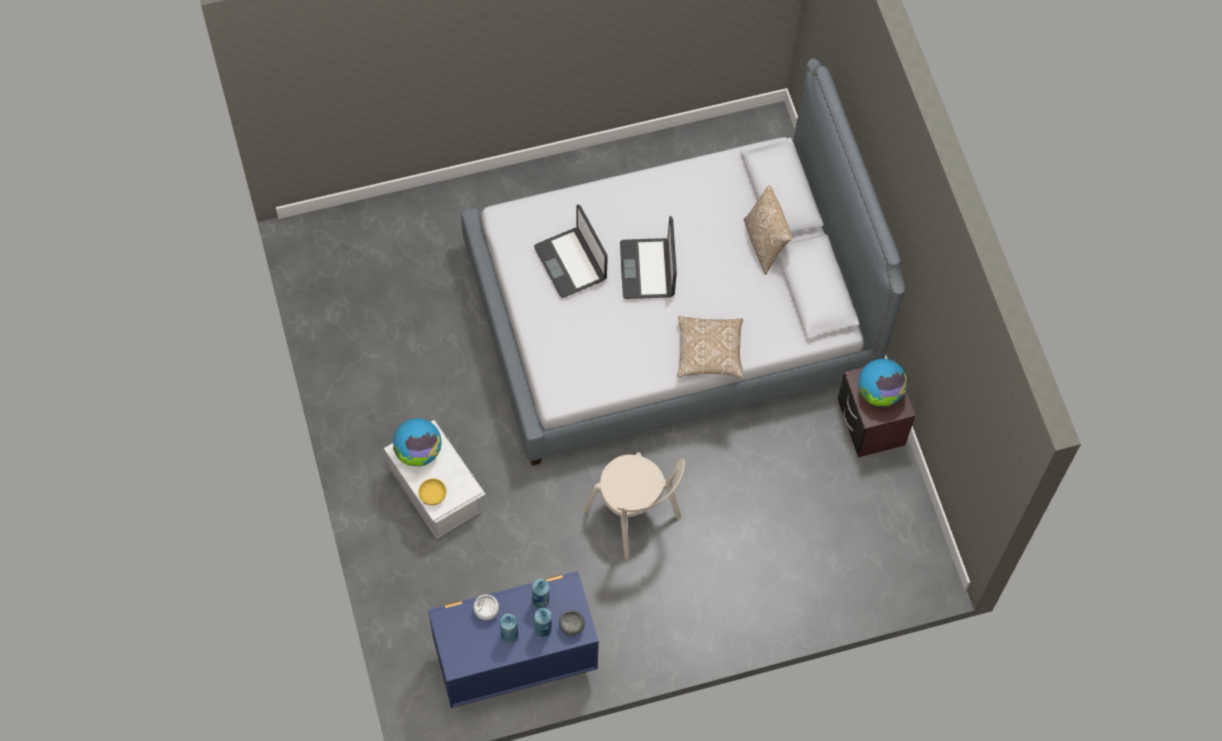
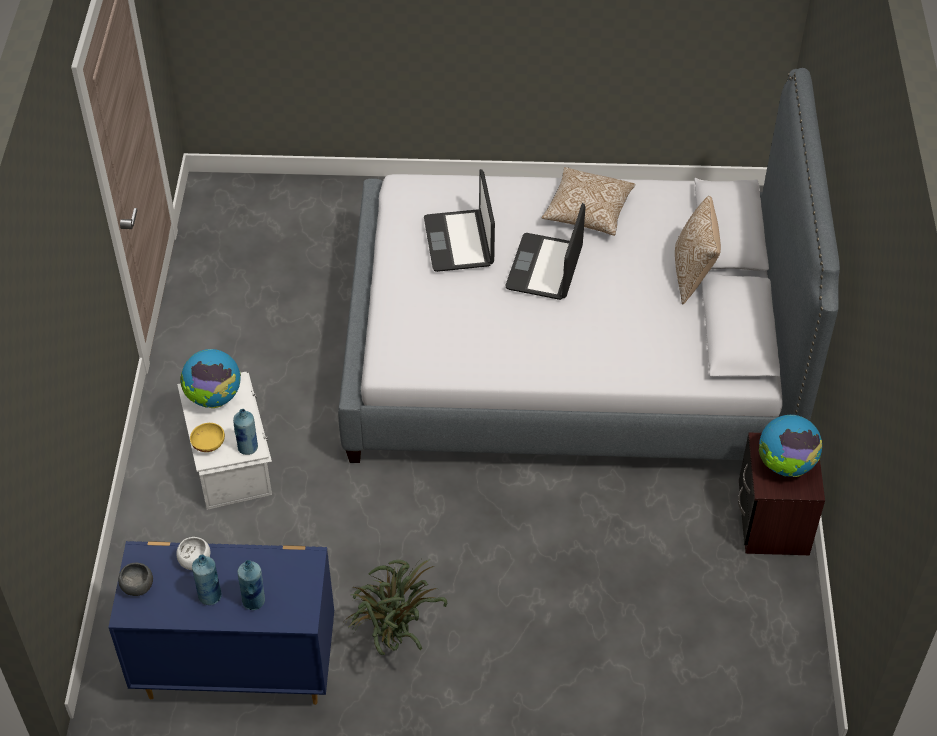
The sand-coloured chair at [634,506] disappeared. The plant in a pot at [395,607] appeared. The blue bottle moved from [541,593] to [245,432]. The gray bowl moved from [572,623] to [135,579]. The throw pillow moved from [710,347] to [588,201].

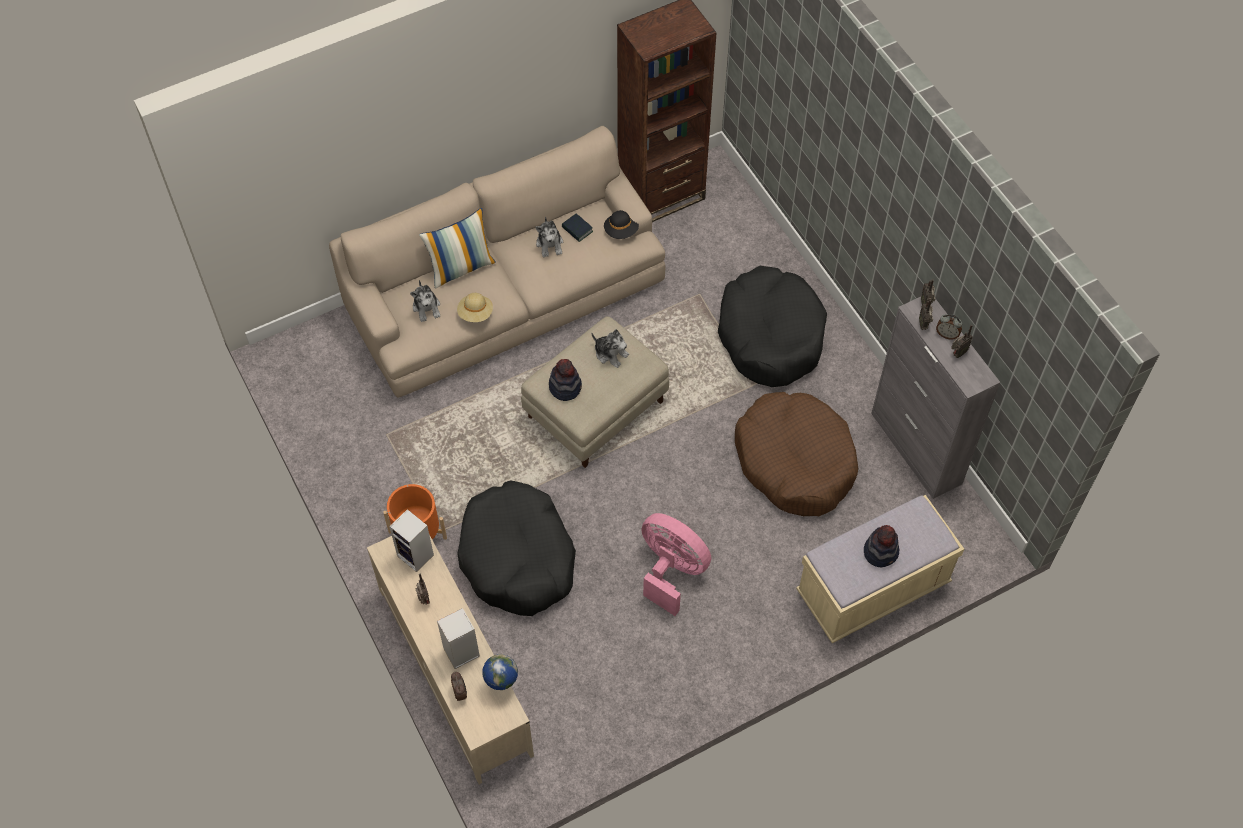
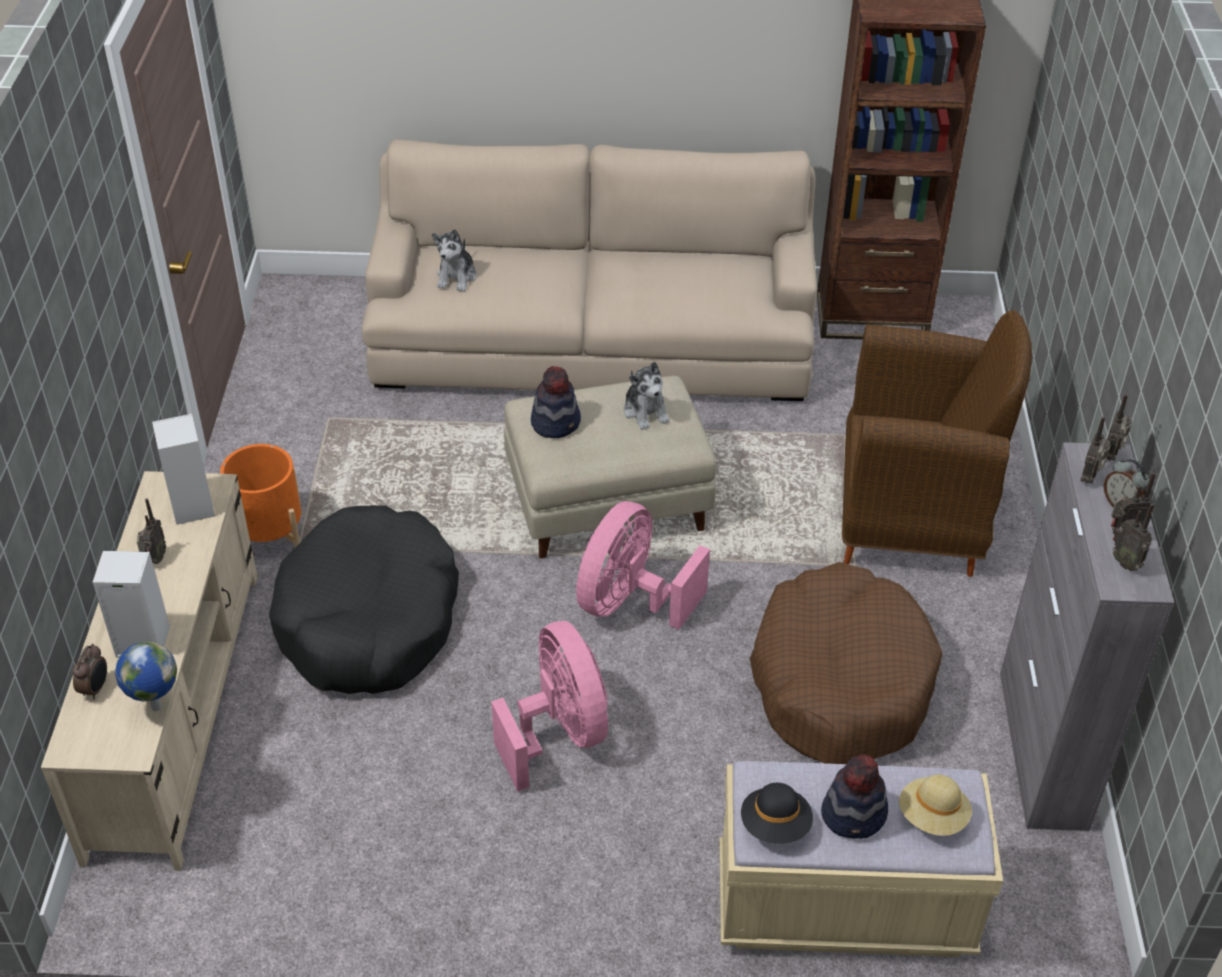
The throw pillow at [457,248] disappeared. The soft toy at [549,236] disappeared. The book at [577,228] disappeared. The pinkish electric fan at [643,565] appeared. The radio set at [1133,537] appeared. The sand-coloured hat moved from [475,307] to [935,805]. The black-coloured hat moved from [621,224] to [777,813]. The black-coloured dog bed at [772,326] was replaced by the brown-coloured armchair at [937,443].

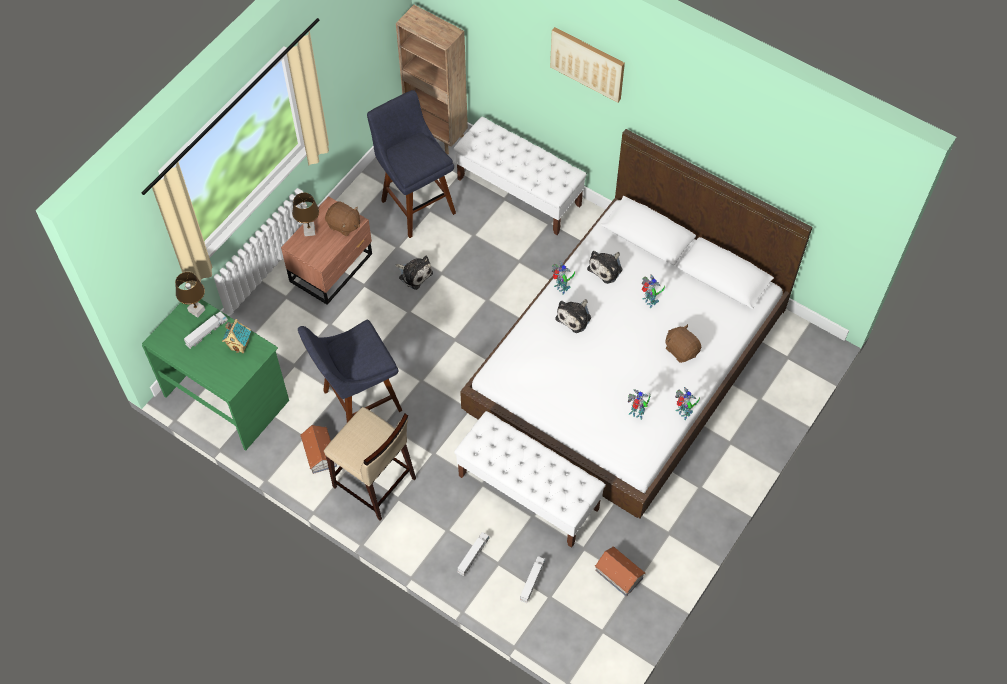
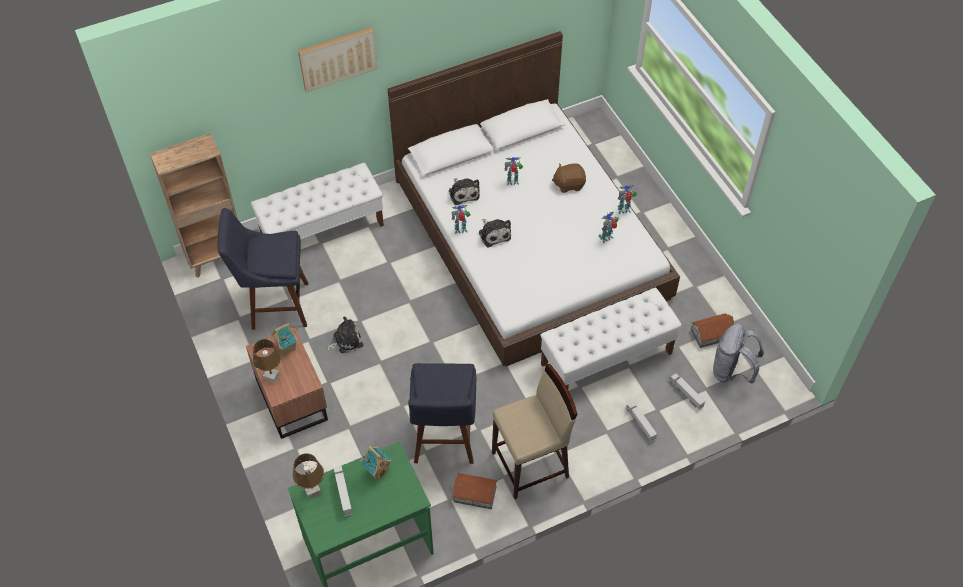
The gray knapsack at [738,353] appeared. The brown-coloured soft toy at [342,218] was replaced by the miniature house at [284,339].

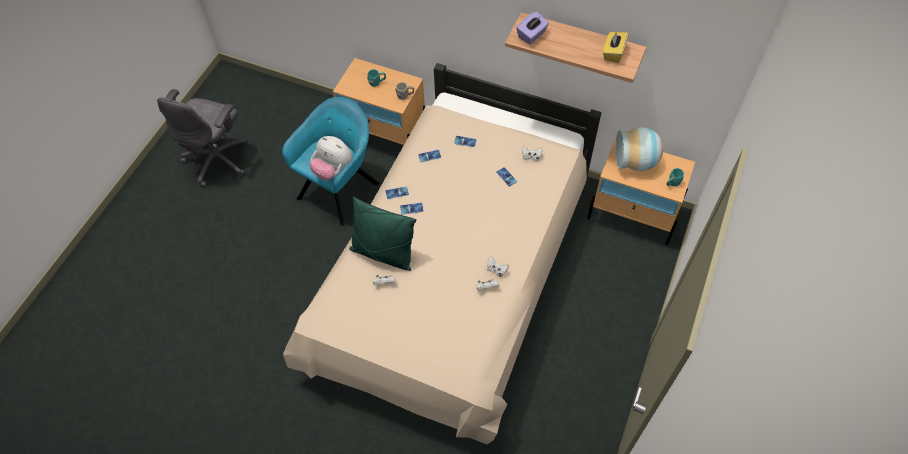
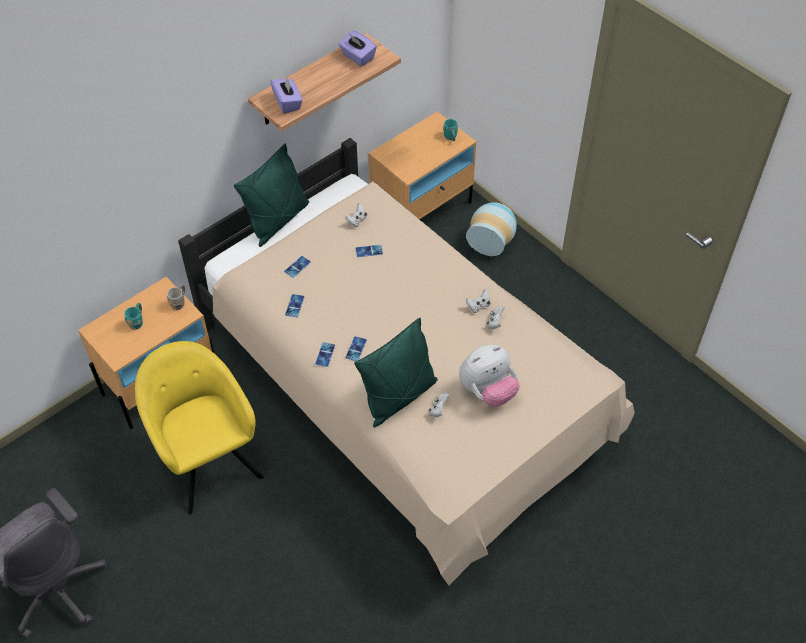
The green-coloured throw pillow at [271,195] appeared. The soft toy moved from [331,158] to [489,376]. The flower vase moved from [639,149] to [491,229]. The blue-green armchair at [331,161] became the yellowish armchair at [199,428]. The yellowish tissue box at [616,47] became the purple-coloured tissue box at [358,48].

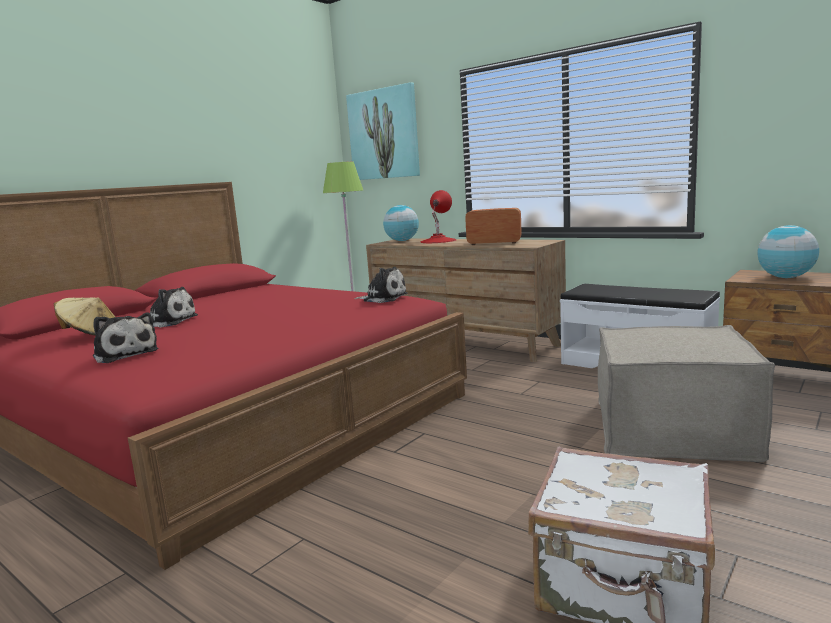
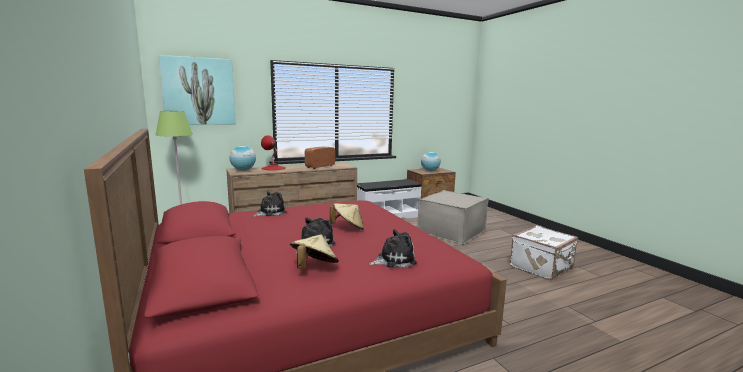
The sand-coloured hat at [347,216] appeared. The soft toy moved from [381,285] to [269,204].

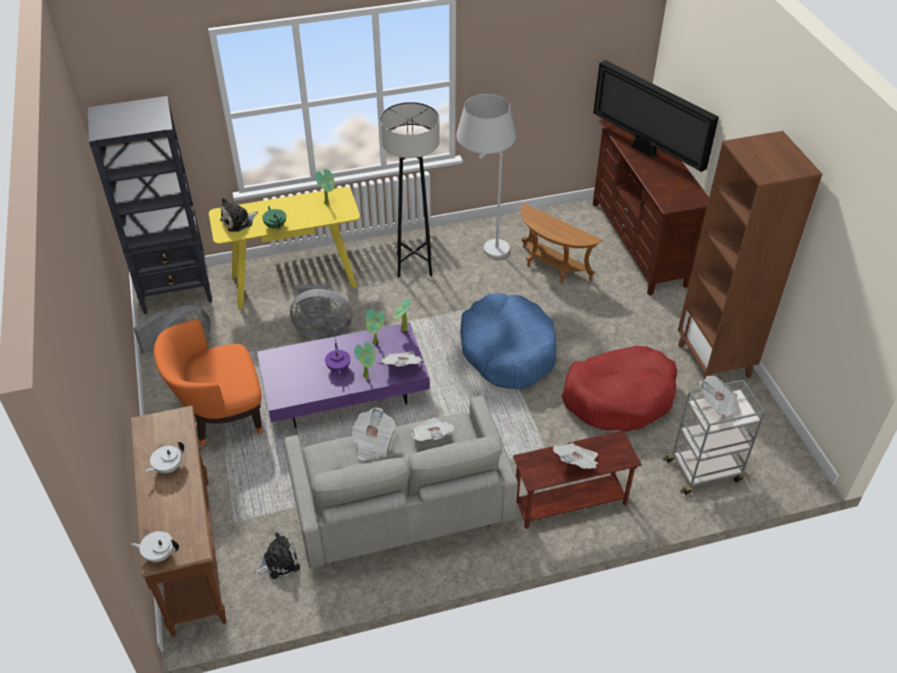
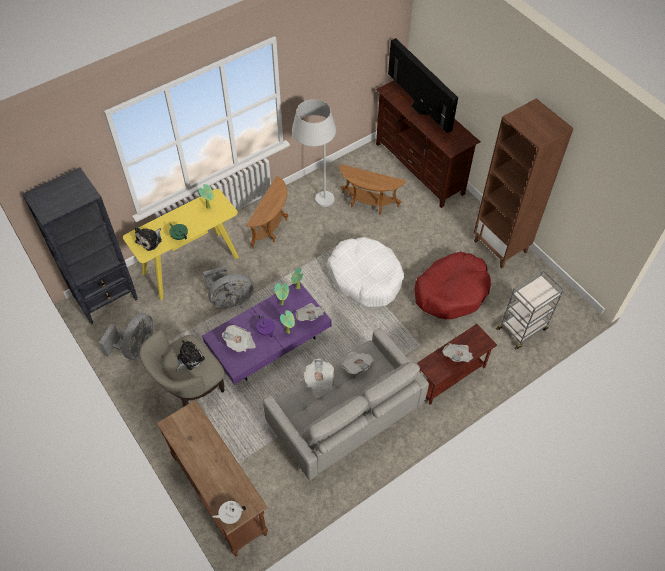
The whitish teapot at [164,457] disappeared. The soft toy moved from [277,555] to [190,356]. The daily paper moved from [721,396] to [239,338]. The gray floor lamp at [410,190] was replaced by the brown-coloured end table at [267,212]. The orange armchair at [208,382] became the sand-coloured armchair at [182,368]. The blue dog bed at [508,341] became the whitish dog bed at [365,272]. The television at [656,116] turned 150 degrees counterclockwise.

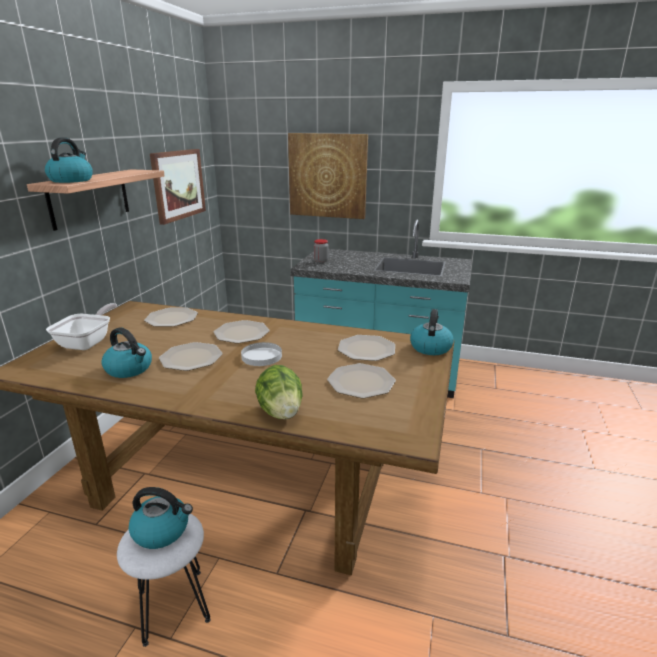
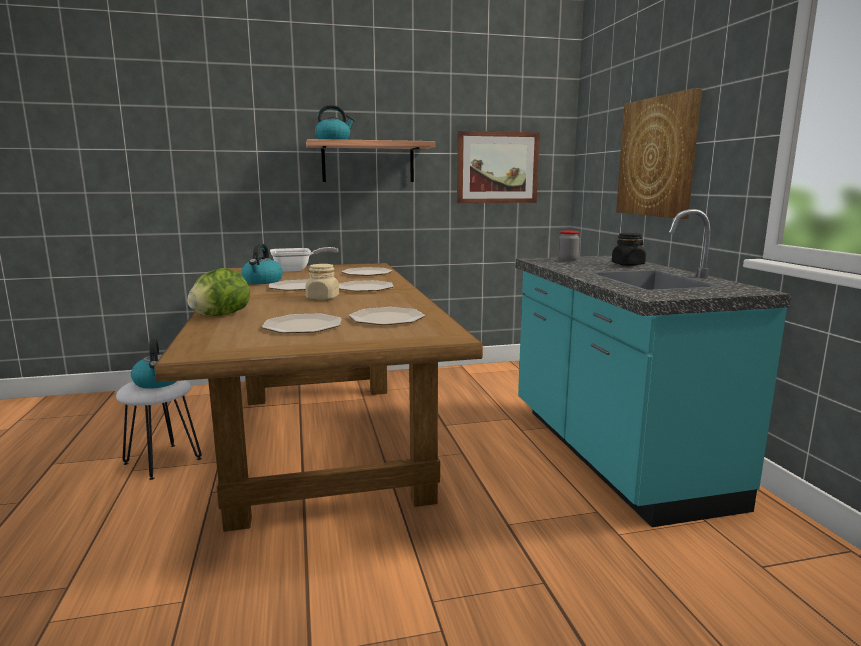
The water kettle at [432,332] disappeared. The black-coloured preserve jar at [629,249] appeared. The whitish flat dish at [261,354] was replaced by the sand-coloured preserve jar at [322,282].

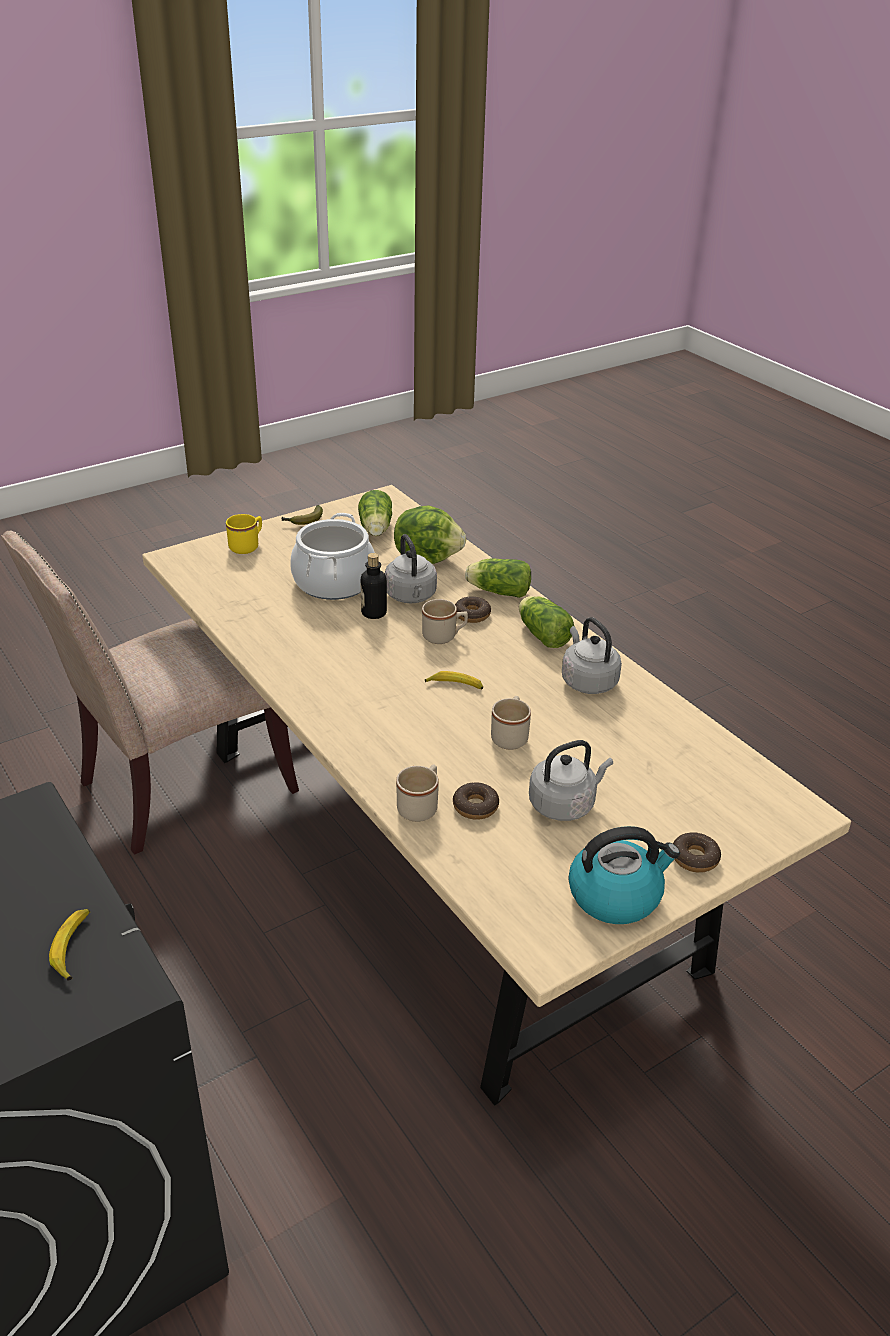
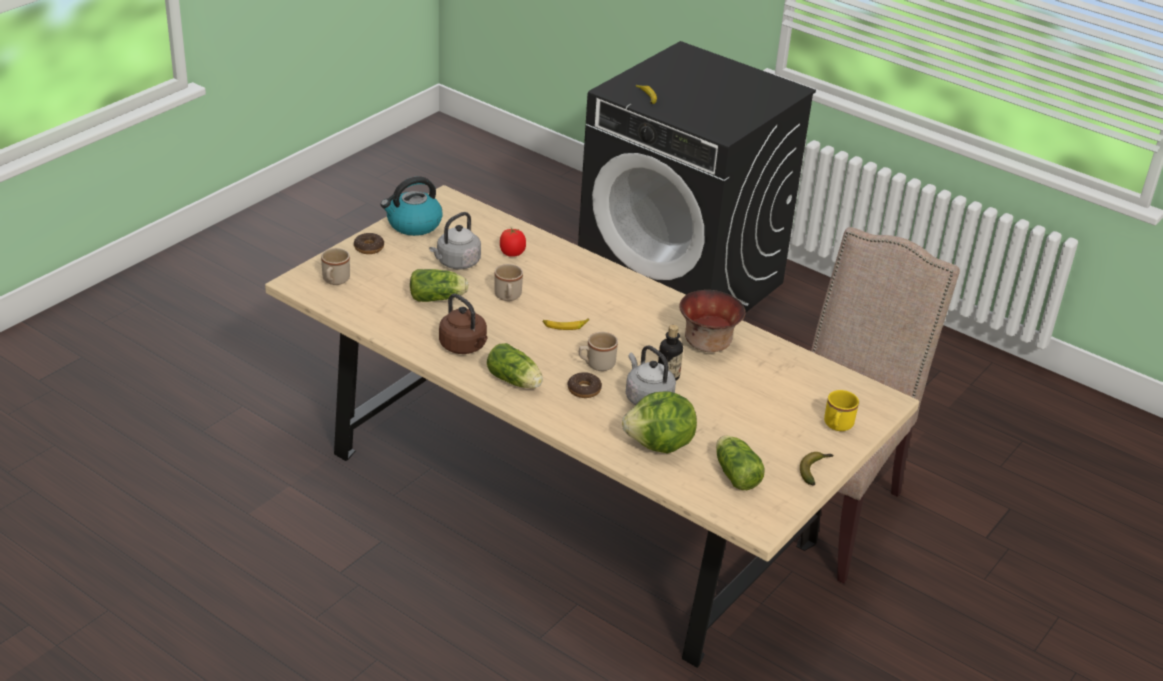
The stockpot at [332,556] disappeared. The bowl at [712,321] appeared. The sand-coloured mug moved from [417,793] to [335,266]. The lettuce head moved from [498,578] to [439,285]. The doughnut at [476,801] was replaced by the fresh tomato at [513,242]. The gray water kettle at [592,655] became the brown-coloured water kettle at [463,324].

